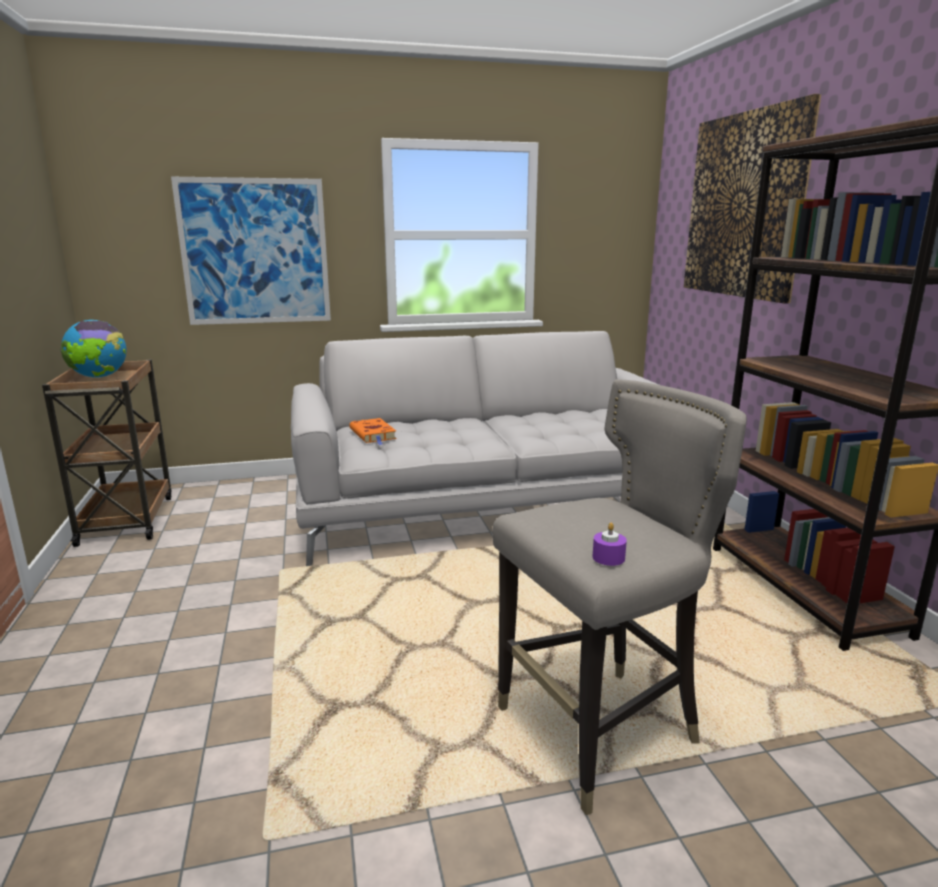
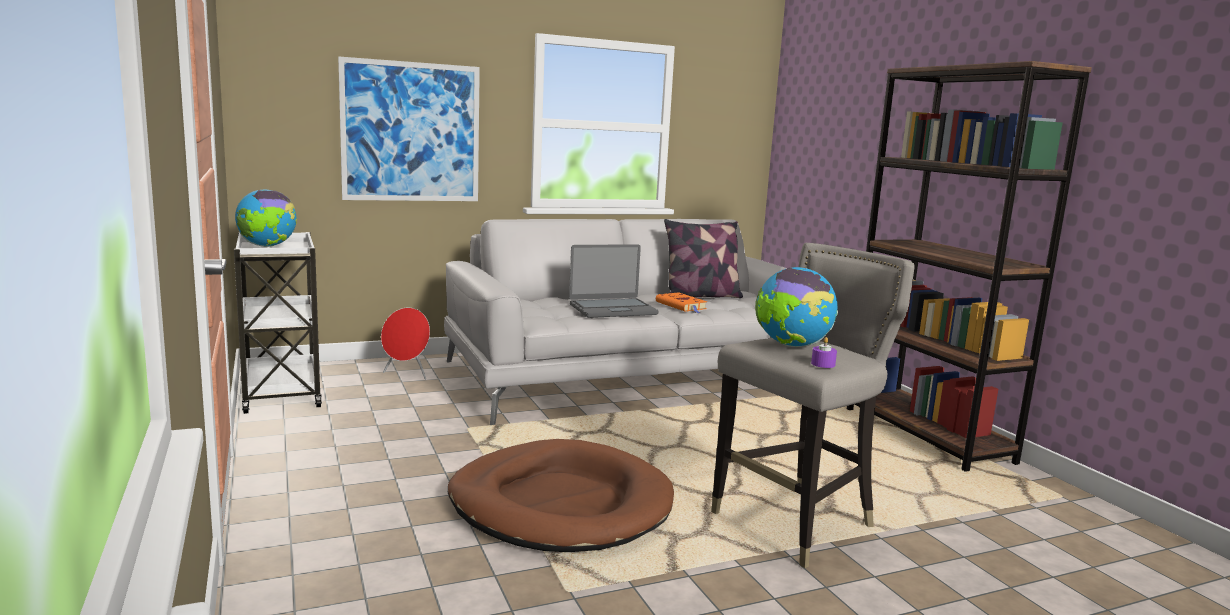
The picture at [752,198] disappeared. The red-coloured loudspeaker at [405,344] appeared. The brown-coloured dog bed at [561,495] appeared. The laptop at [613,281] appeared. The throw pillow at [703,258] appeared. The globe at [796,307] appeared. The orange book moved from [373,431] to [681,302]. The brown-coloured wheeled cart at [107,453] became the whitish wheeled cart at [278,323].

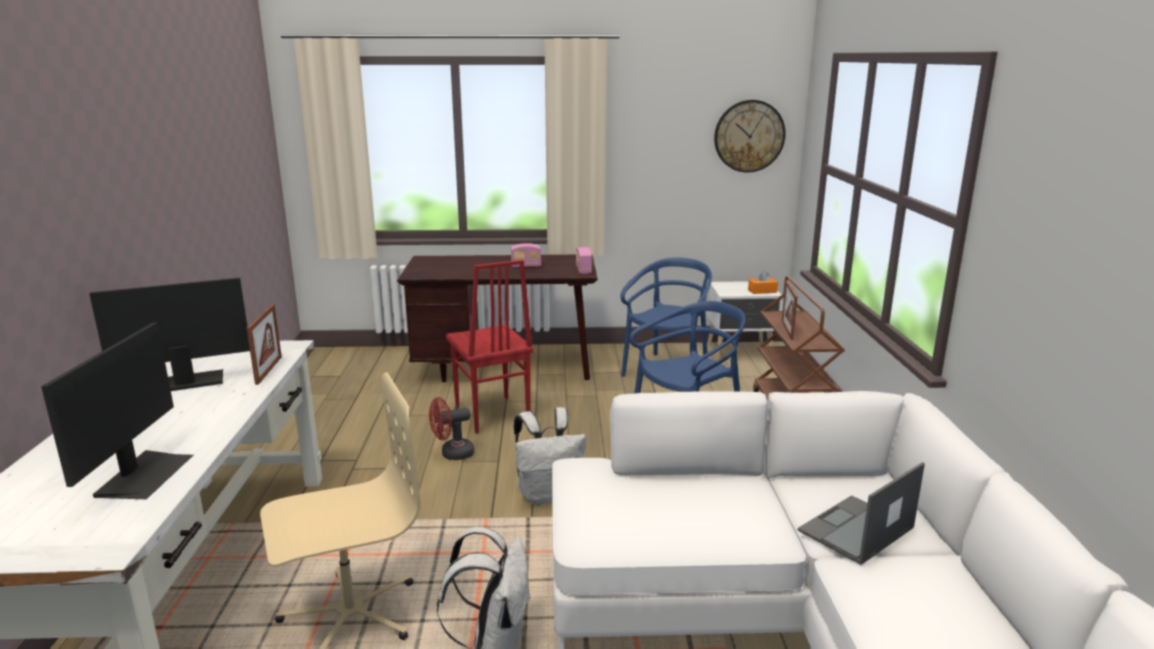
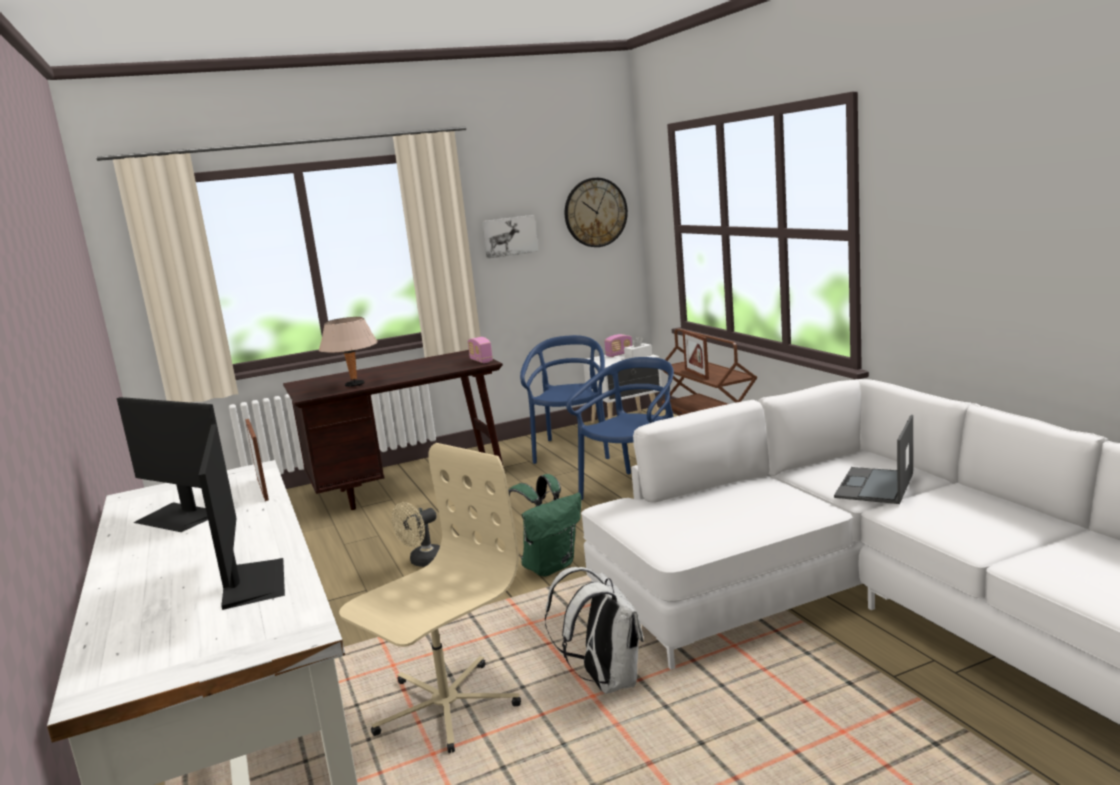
The red-coloured chair at [490,347] disappeared. The sand-coloured lamp for a table at [348,352] appeared. The picture at [510,237] appeared. The radio set moved from [526,255] to [618,345]. The red-coloured electric fan at [451,428] became the sand-coloured electric fan at [416,534]. The whitish knapsack at [550,456] became the green-coloured knapsack at [544,525]. The orange tissue box at [763,282] became the whitish tissue box at [638,347]. The monitor at [169,334] turned 105 degrees counterclockwise.

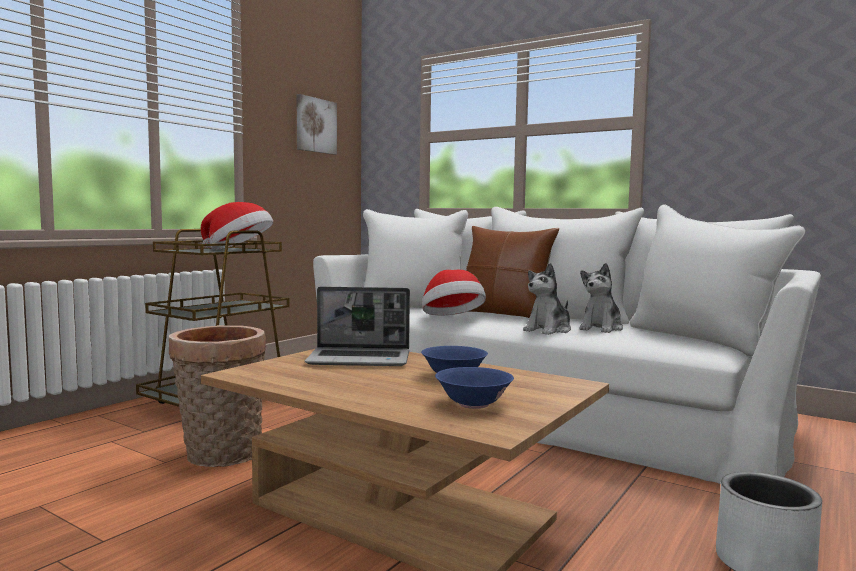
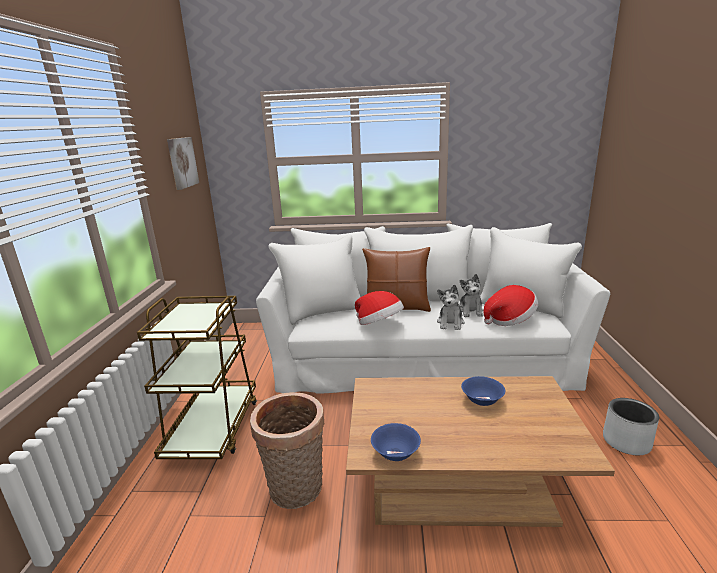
The laptop at [357,326] disappeared. The hat moved from [237,226] to [511,305]. The blue bowl moved from [474,388] to [396,442].

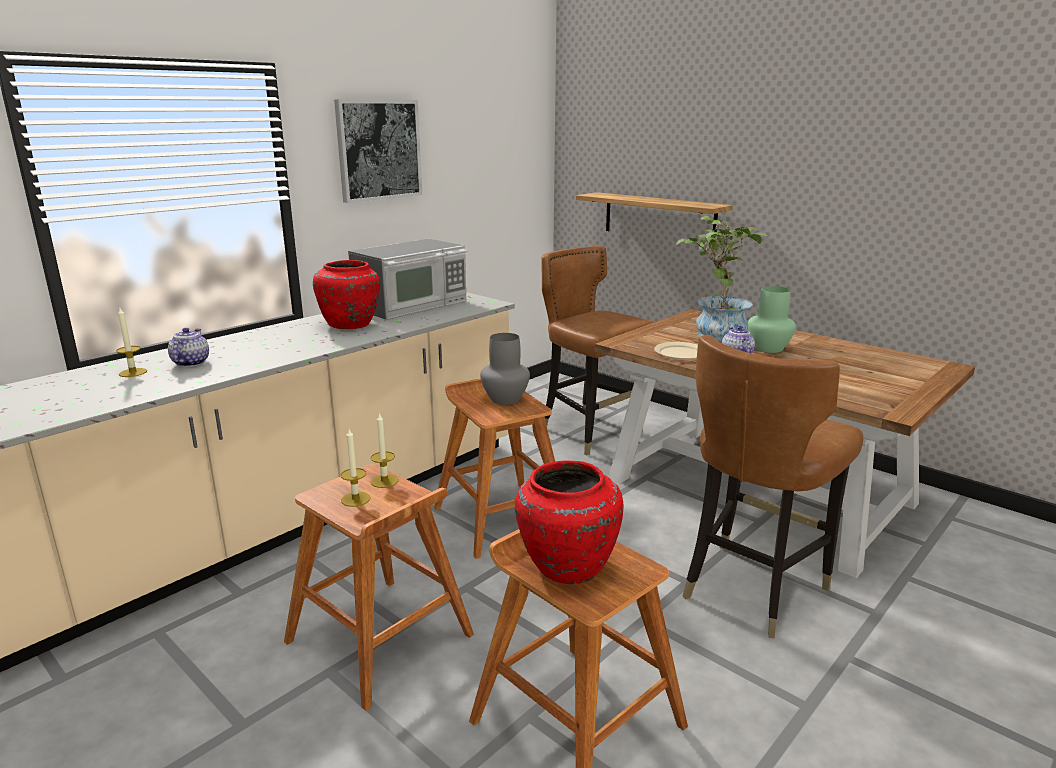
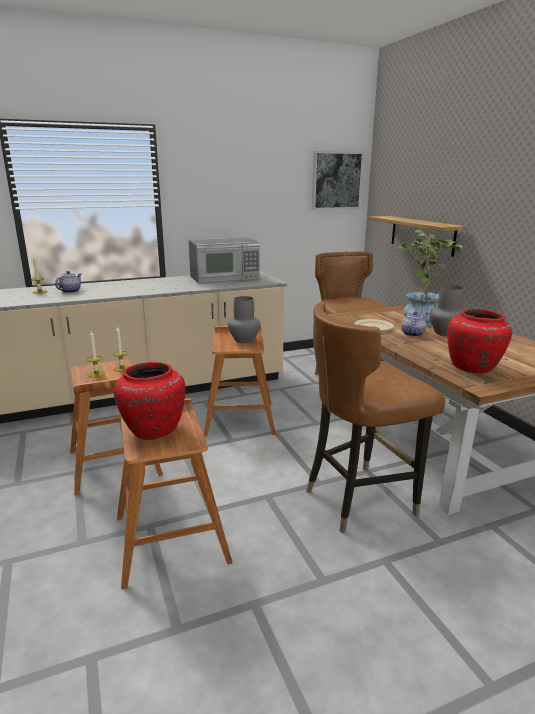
The red-coloured flower vase moved from [346,294] to [479,341]. The picture moved from [378,151] to [338,180]. The green-coloured flower vase at [772,319] became the gray flower vase at [447,310].

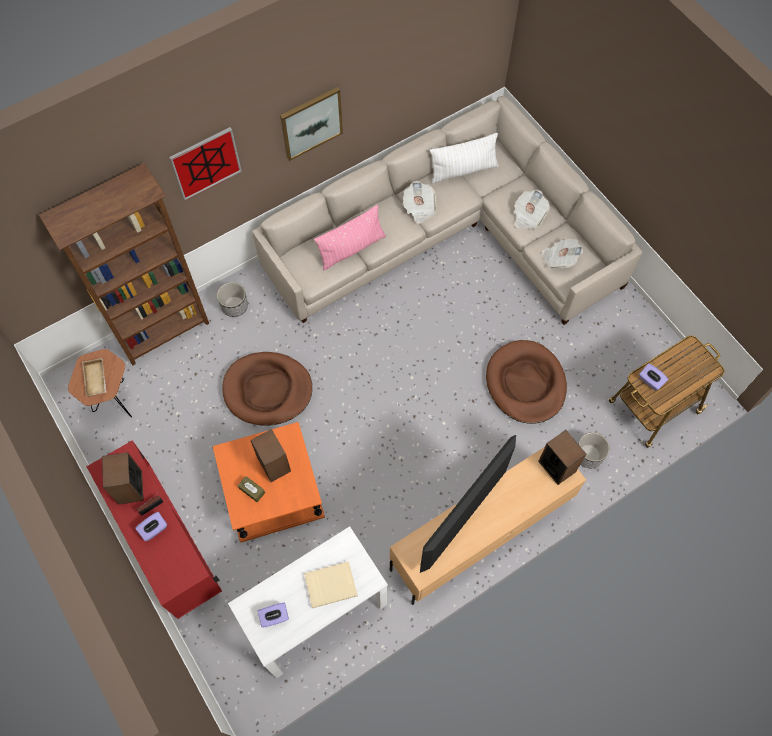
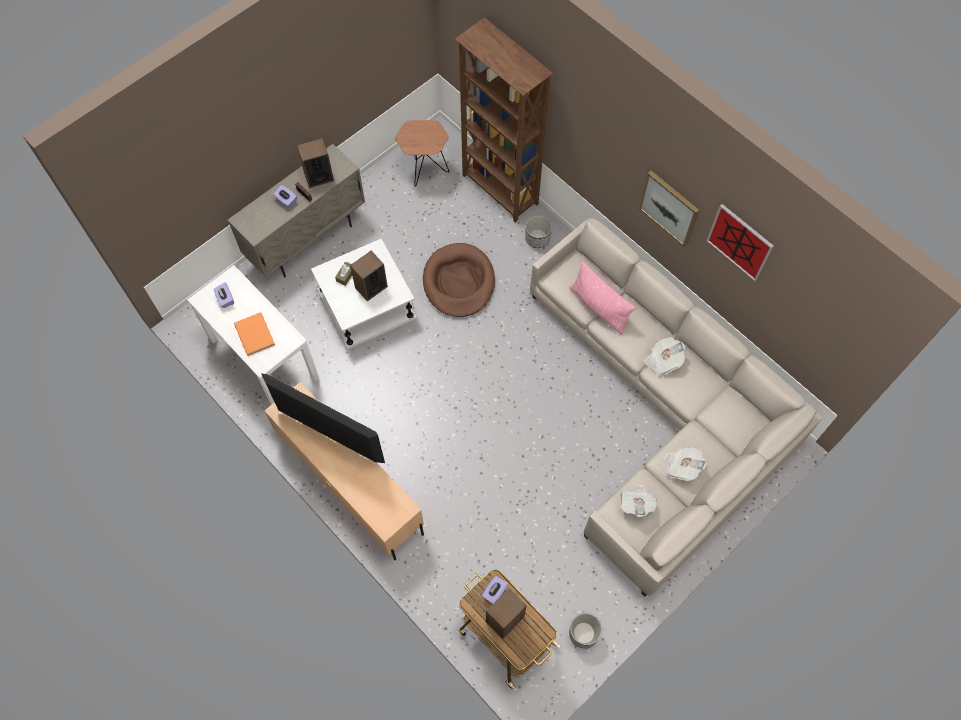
The sand-coloured tray at [94,377] disappeared. The whitish throw pillow at [464,158] disappeared. The brown-coloured dog bed at [526,382] disappeared. The picture moved from [205,163] to [740,242]. The loudspeaker moved from [562,457] to [506,613]. The planter moved from [594,450] to [585,630]. The red-coloured cabinet at [154,529] became the sand-coloured cabinet at [296,210]. The orange end table at [269,482] became the whitish end table at [364,294]. The sand-coloured book at [331,584] became the orange book at [254,334].

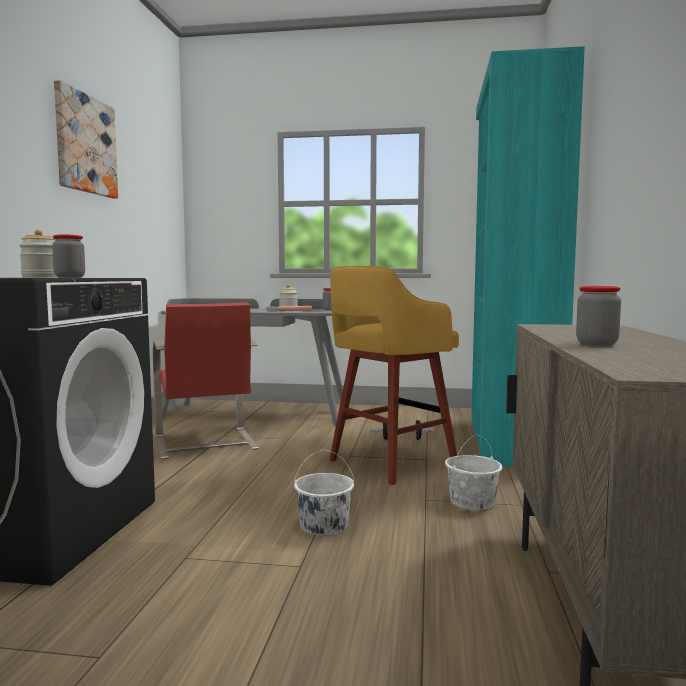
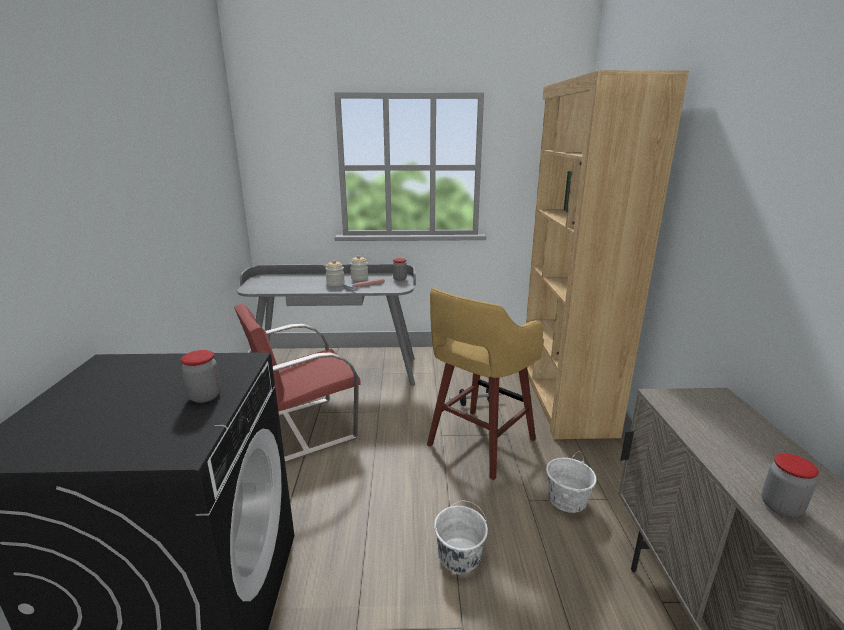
The picture at [86,139] disappeared. The preserve jar moved from [38,253] to [335,273]. The blue-green shelving unit at [528,256] became the brown-coloured shelving unit at [607,254]. The red-coloured chair at [206,380] turned 90 degrees clockwise.

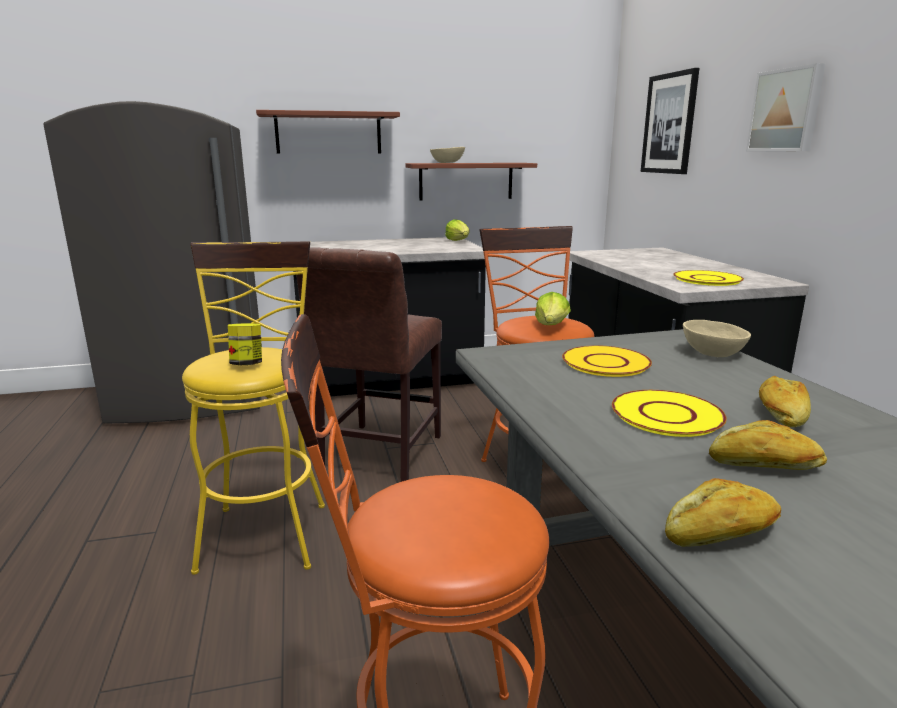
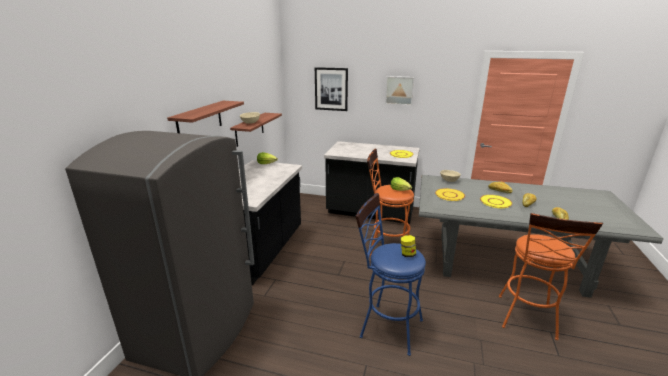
The brown-coloured chair at [369,364] disappeared. The yellowish stool seat at [253,408] became the blue stool seat at [391,274].

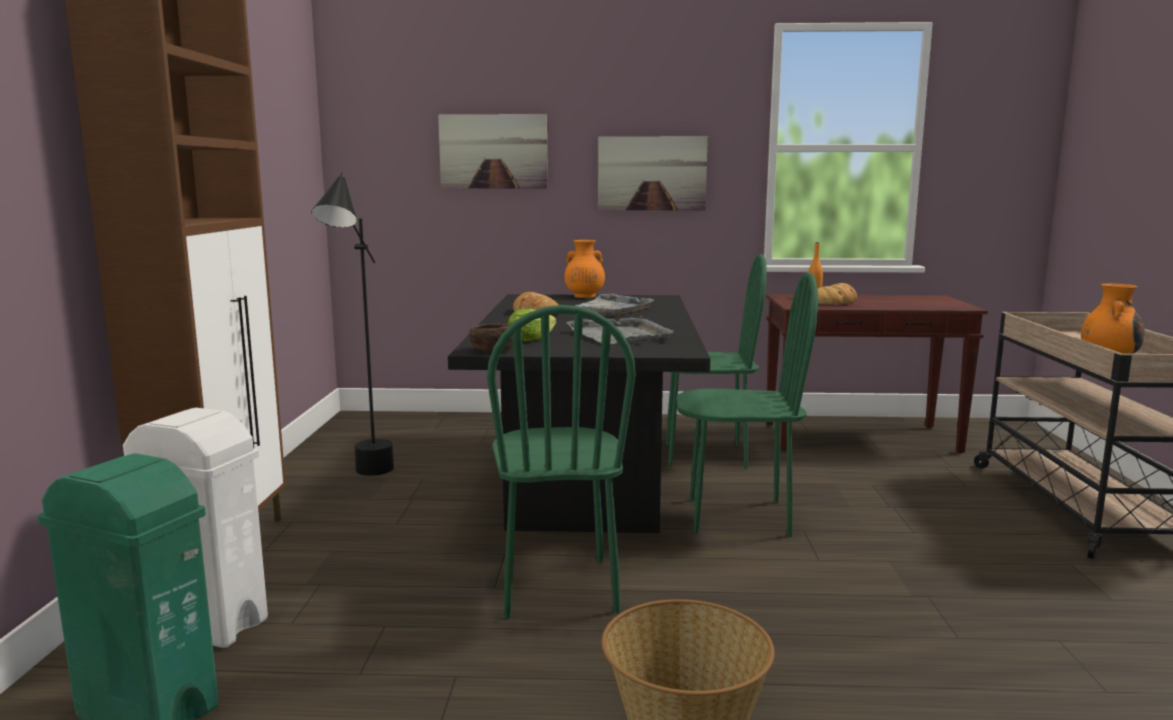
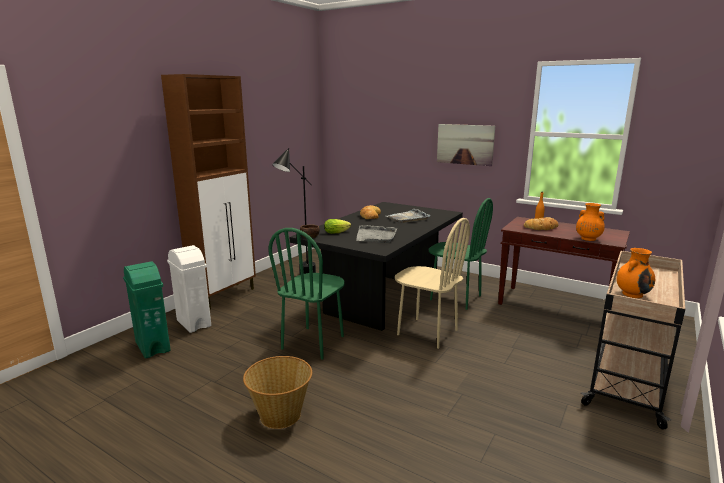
The picture at [493,151] disappeared. The orange flower vase moved from [585,269] to [590,222]. The green-coloured chair at [747,405] became the sand-coloured chair at [432,283].

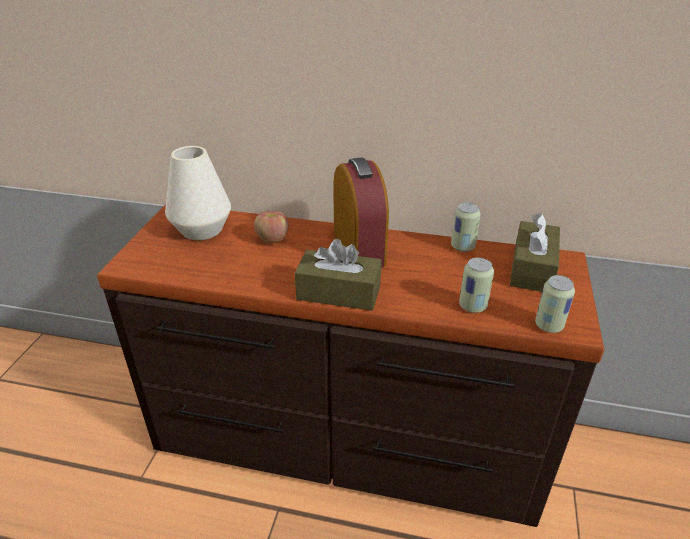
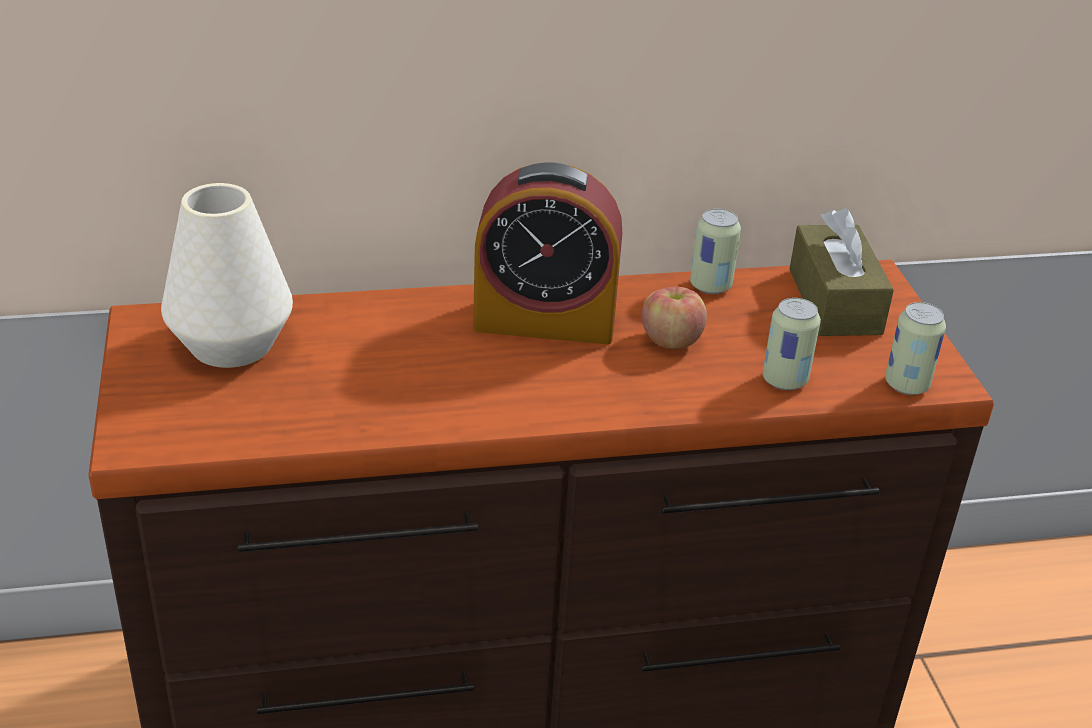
The brown-coloured tissue box at [338,275] disappeared. The apple moved from [271,227] to [674,318]. The table clock at [361,212] turned 135 degrees clockwise.

